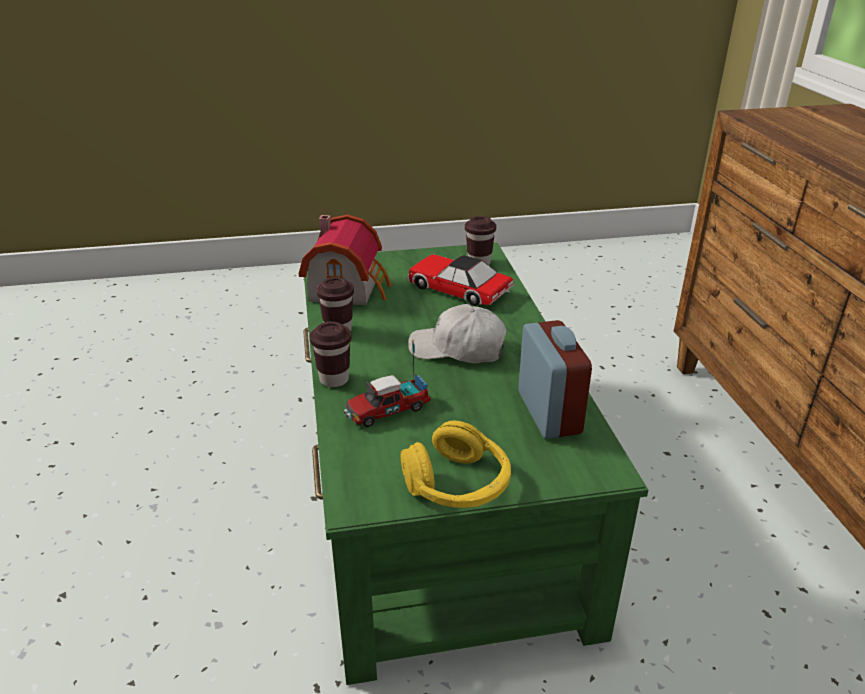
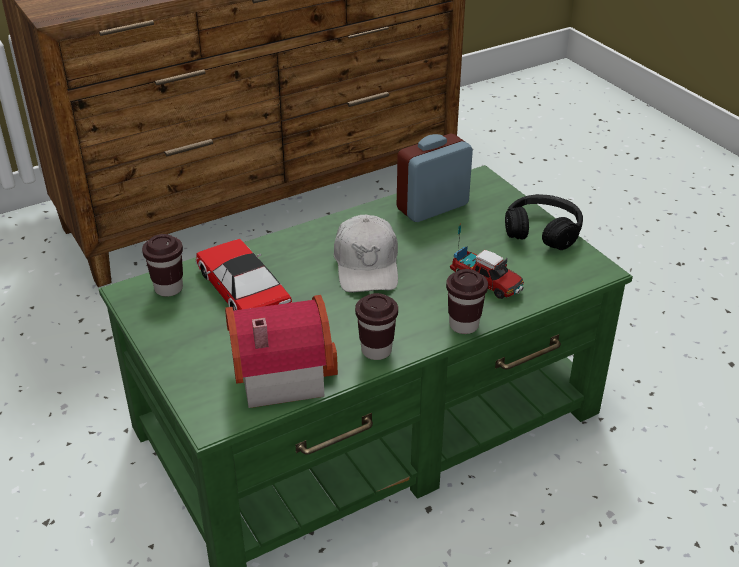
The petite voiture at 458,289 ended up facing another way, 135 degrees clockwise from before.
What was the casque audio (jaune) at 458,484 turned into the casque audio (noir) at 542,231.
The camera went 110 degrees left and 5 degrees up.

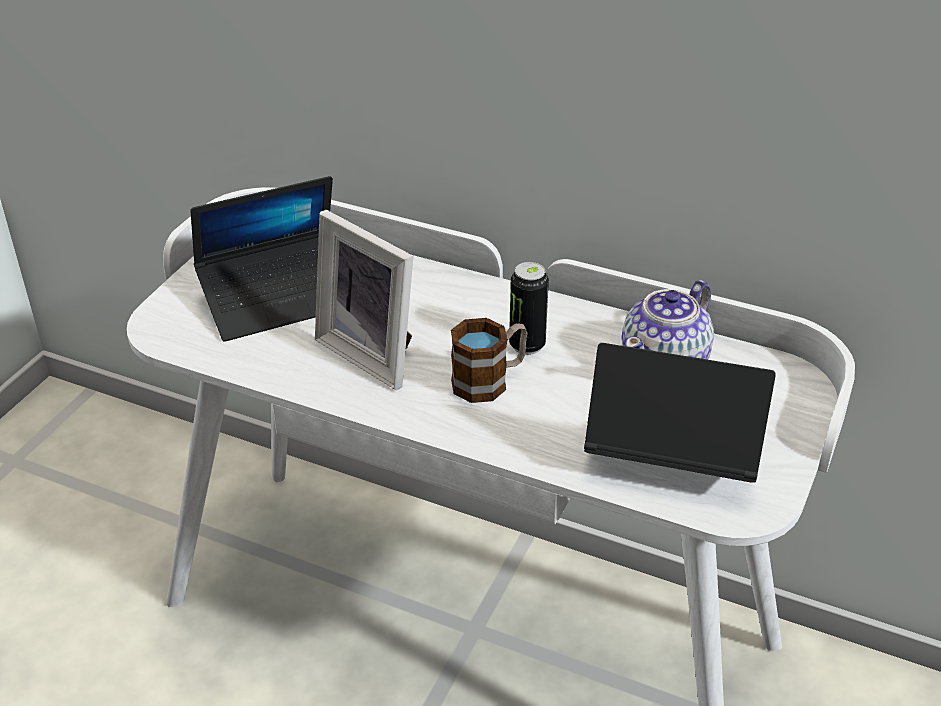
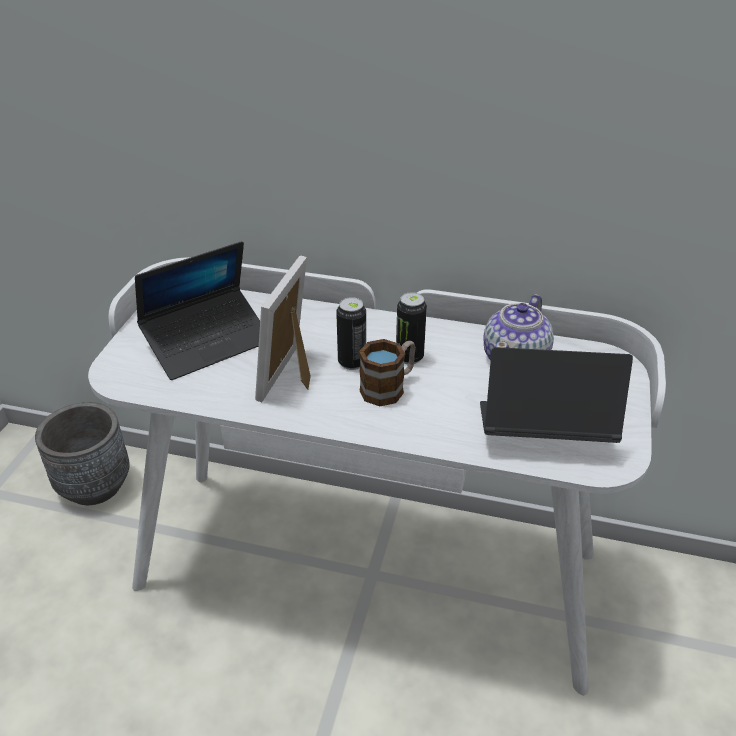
The cadre photo at 373,353 ended up facing another way, 75 degrees clockwise from before.
The second view gained the boîte métallique at 352,362.
The second view gained the cache-pot (gris) at 95,485.
The camera went 10 degrees left and 0 degrees up.

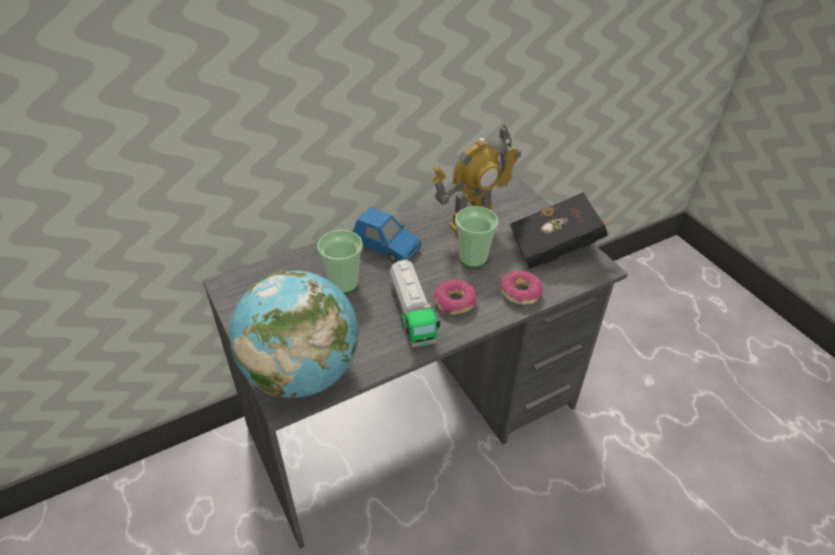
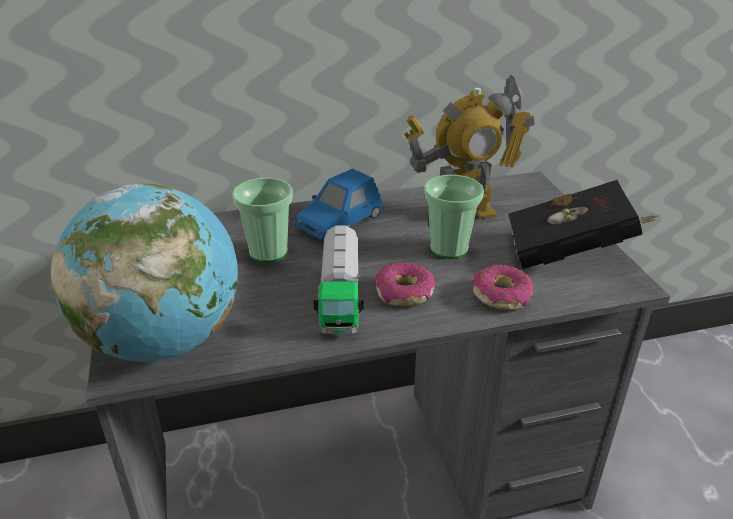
The petite voiture (bleu) at 385,246 ended up facing another way, 90 degrees clockwise from before.
The camera went 15 degrees right and 10 degrees down.

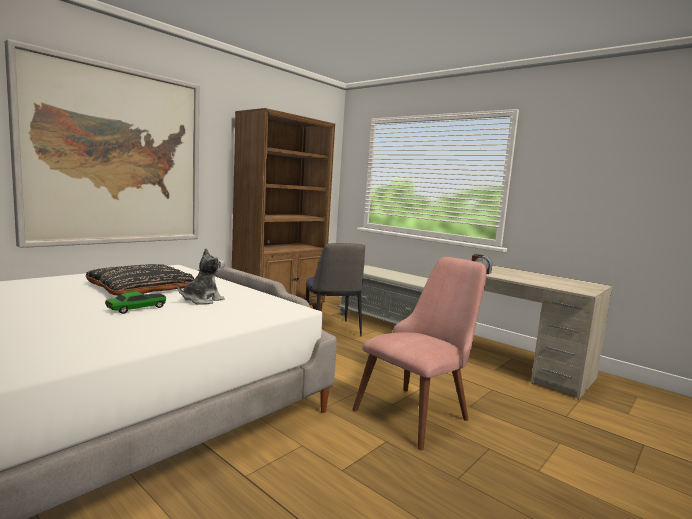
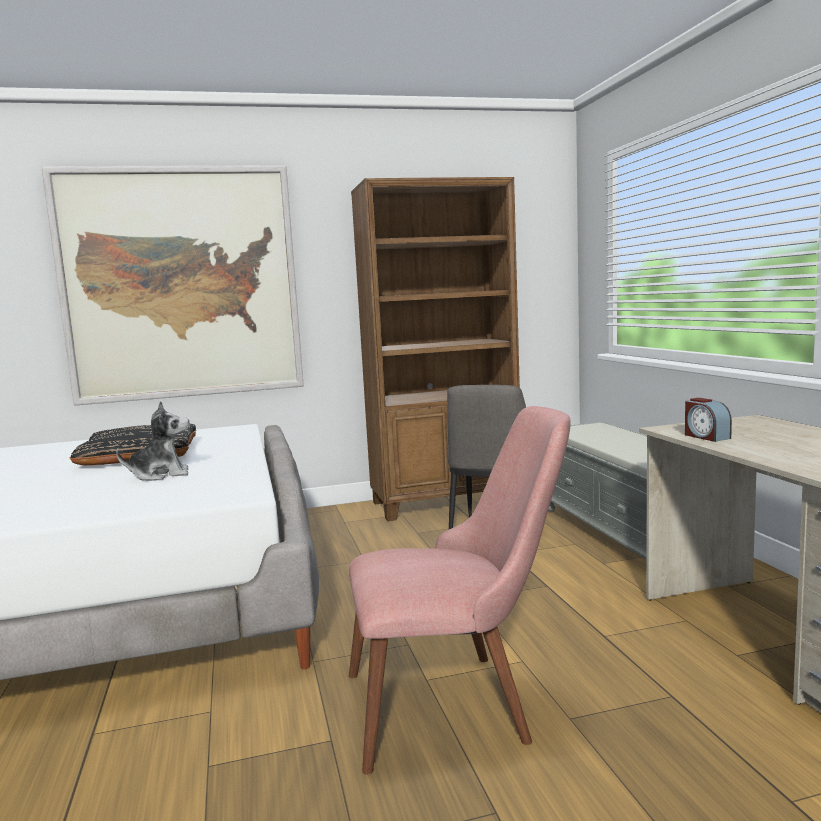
The second view lost the petite voiture at 137,308.
The camera went 35 degrees right and 0 degrees up.

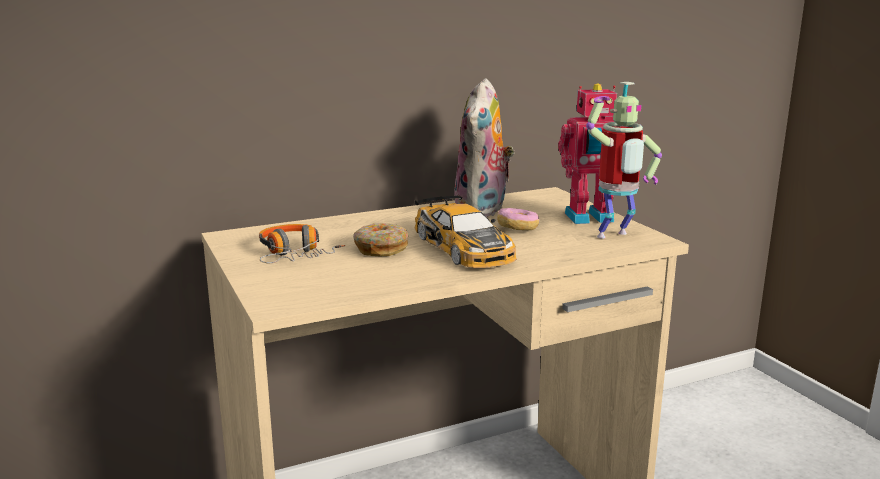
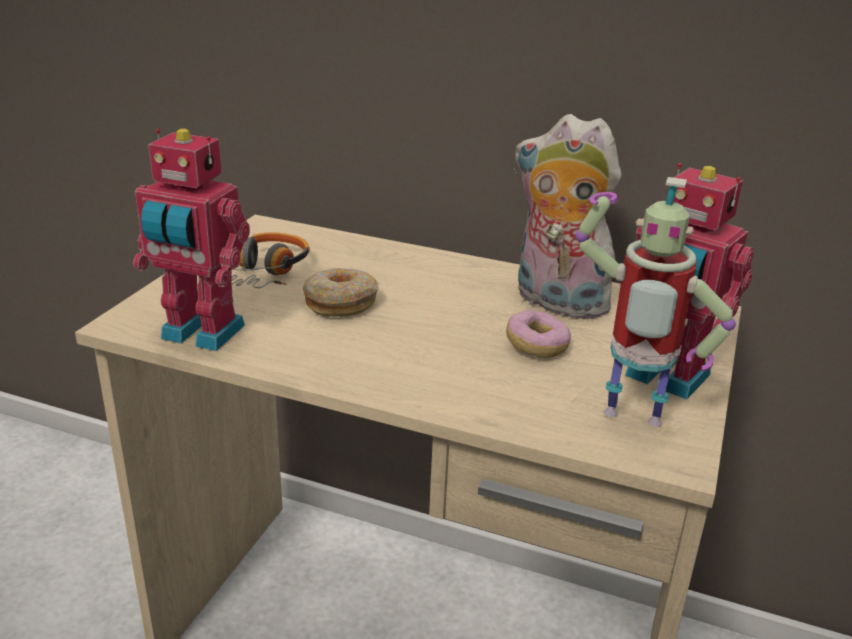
The peluche at 483,211 ended up facing another way, 60 degrees clockwise from before.
The second view lost the petite voiture at 464,247.
The second view gained the robot jouet at 200,334.
The camera went 45 degrees right and 10 degrees up.

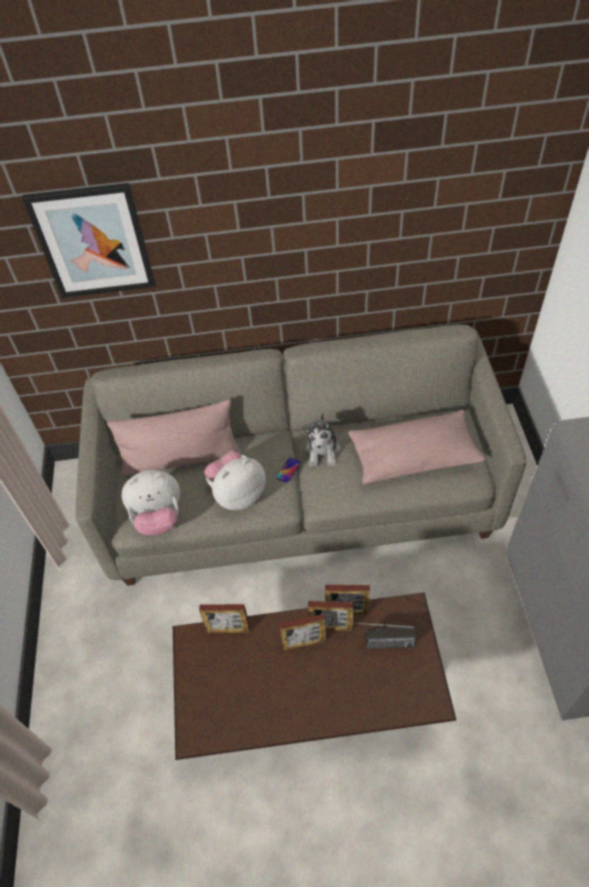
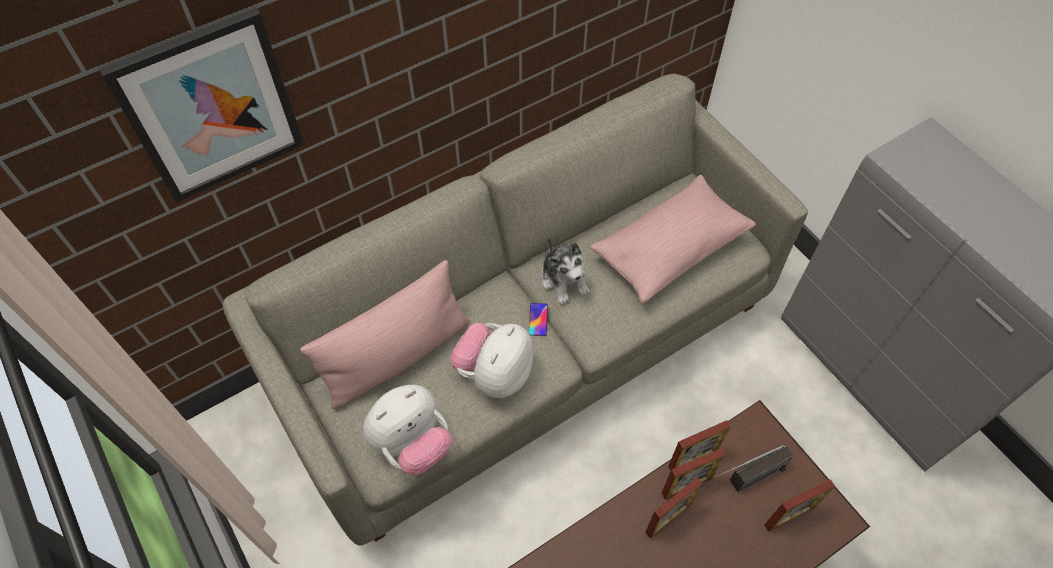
The cadre photo ended up elsewhere, having gone from 228,630 to 789,516.
The camera went 30 degrees left and 5 degrees up.

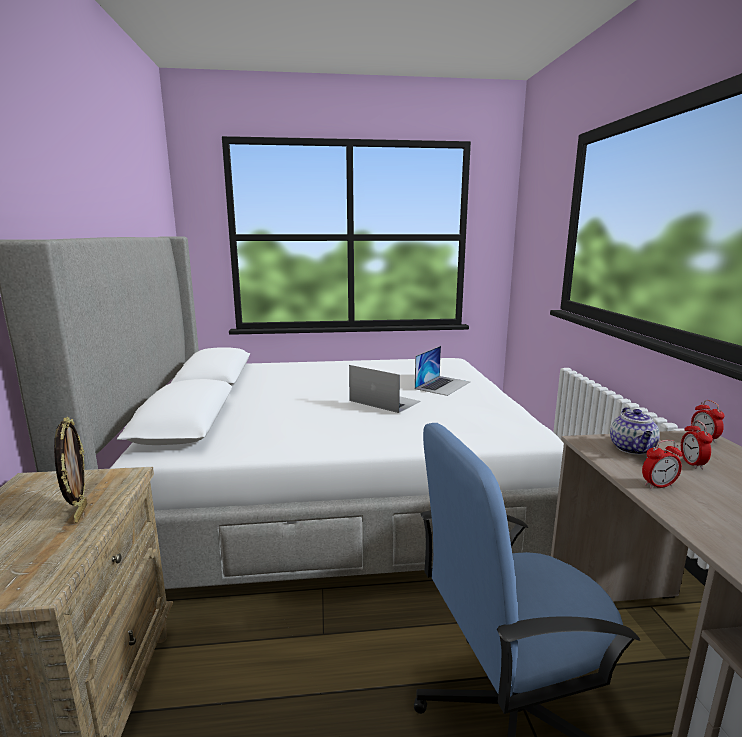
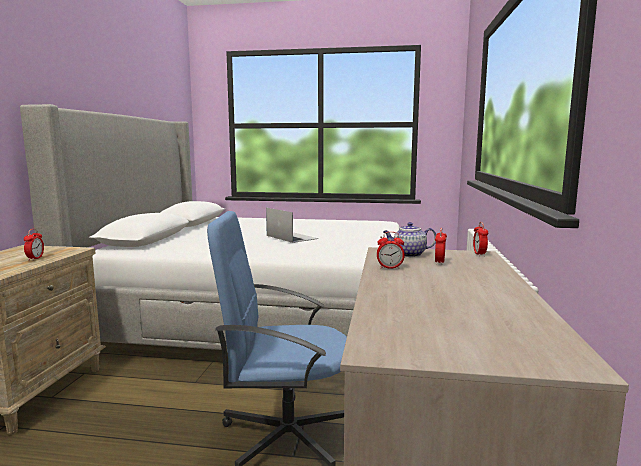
The second view lost the ordinateur portable at 442,385.
The théière at 632,449 ended up facing another way, 60 degrees clockwise from before.
Where the cadre photo stood at 79,513, the réveil came to stand at 35,258.
The camera went 15 degrees right and 5 degrees down.

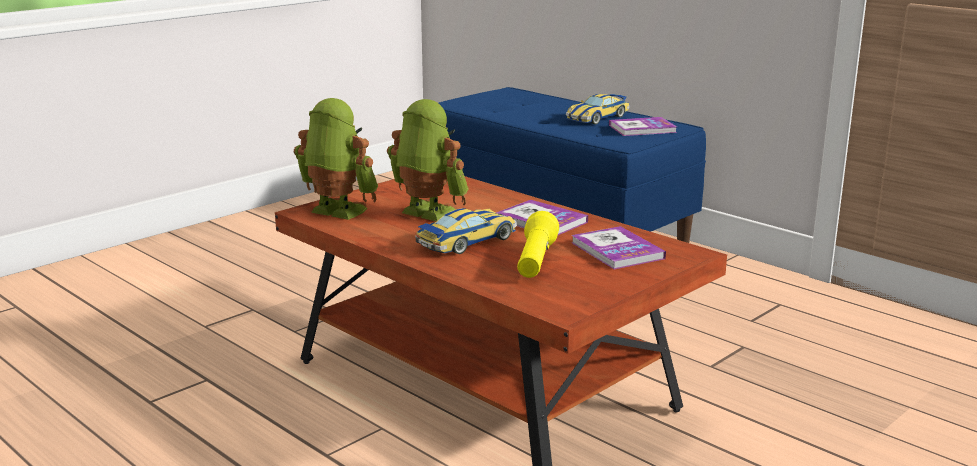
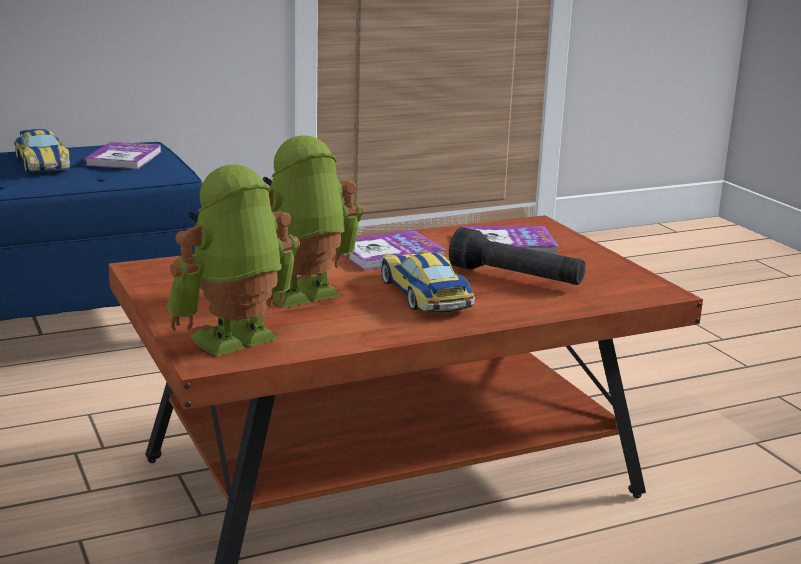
What was the lampe de poche (jaune) at 535,262 turned into the lampe de poche (noir) at 516,278.
The camera went 70 degrees left and 0 degrees up.

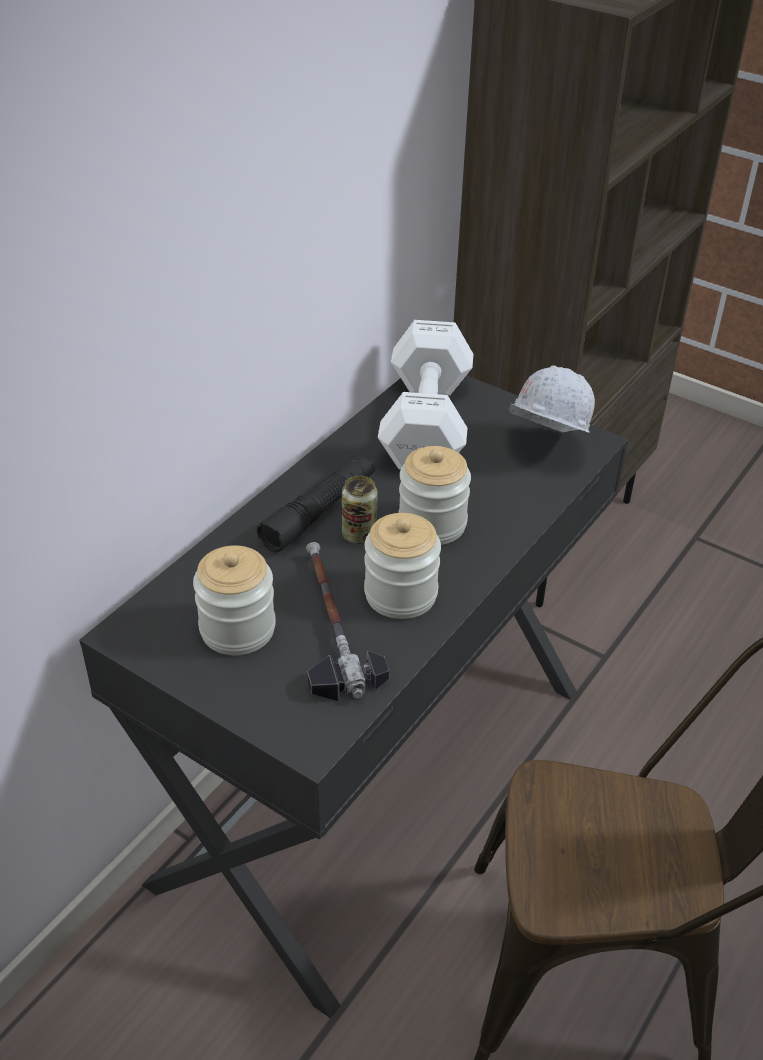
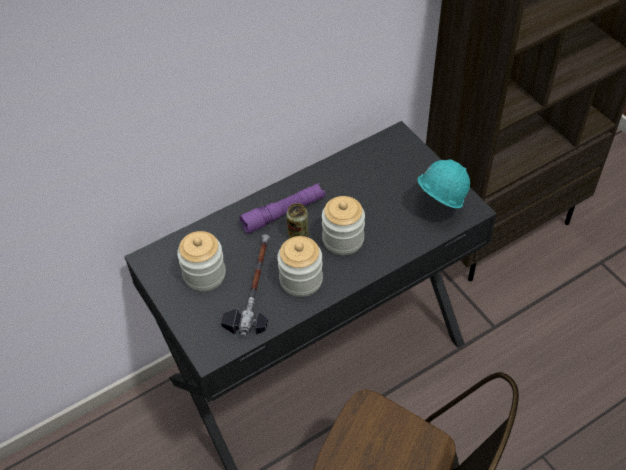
The second view lost the haltère (blanc) at 428,421.
What was the casque de chantier (blanc) at 543,448 turned into the casque de chantier (turquoise) at 438,205.
What was the lampe de poche (noir) at 319,512 turned into the lampe de poche (violet) at 283,213.
The camera went 25 degrees right and 10 degrees up.

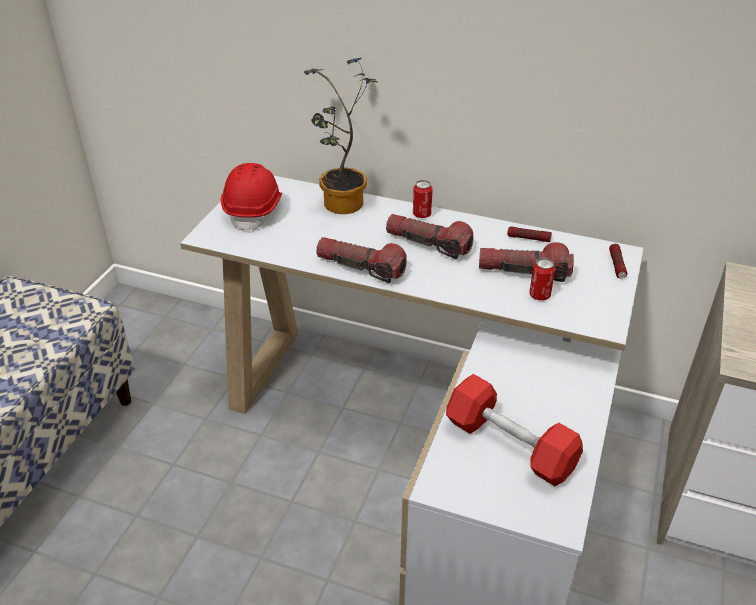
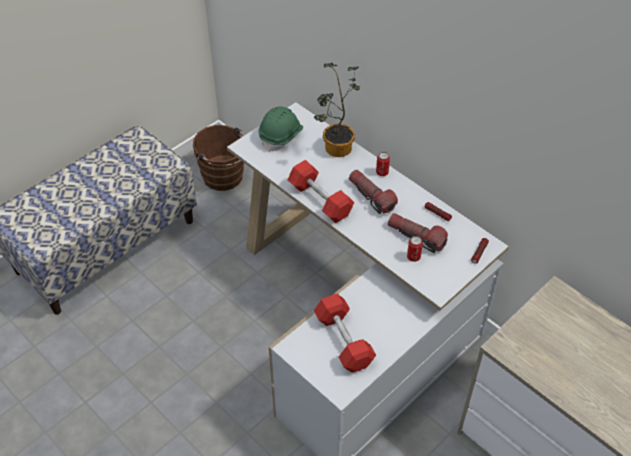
What was the casque de chantier (rouge) at 254,210 turned into the casque de chantier (vert) at 281,136.
Where the lampe de poche stood at 361,267, the haltère (rouge) came to stand at 320,200.
The second view gained the seau (marron) at 225,178.
The camera went 25 degrees right and 10 degrees up.

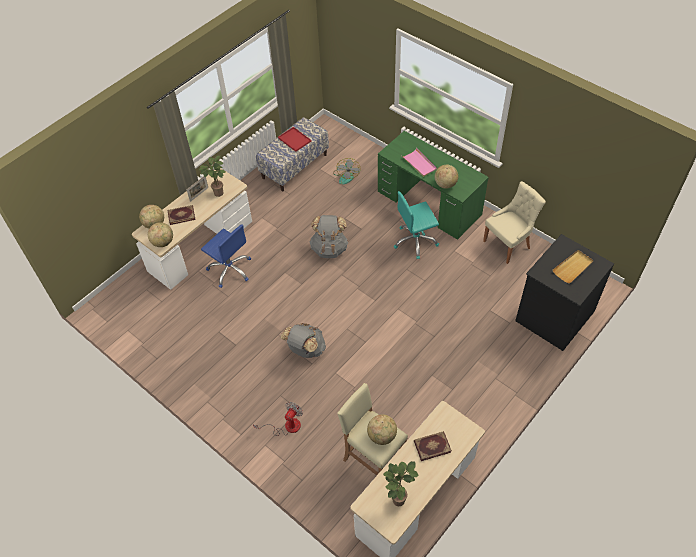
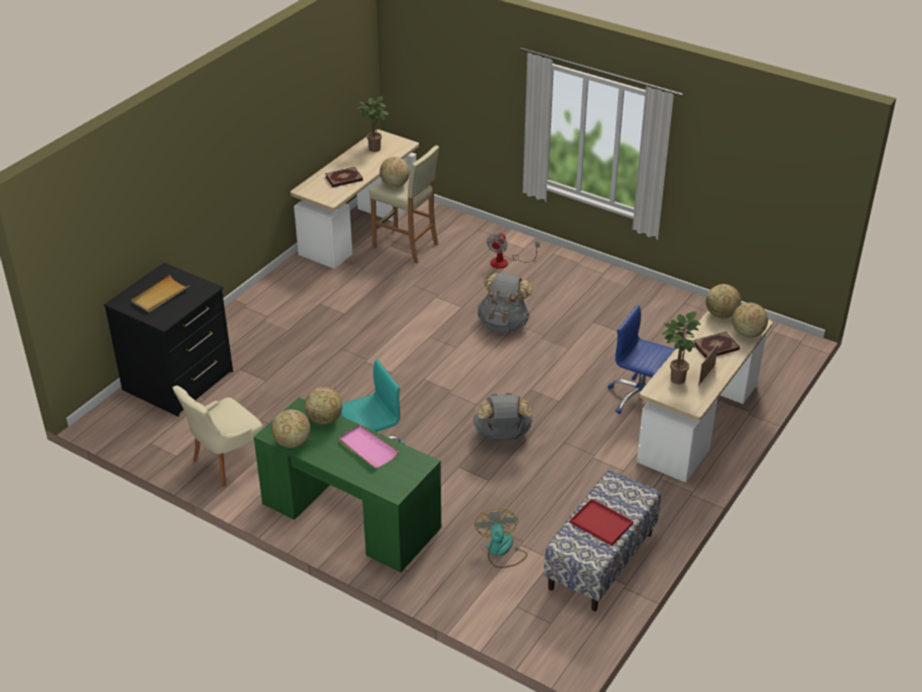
The second view gained the globe at 292,443.
The camera went 170 degrees right and 15 degrees down.

